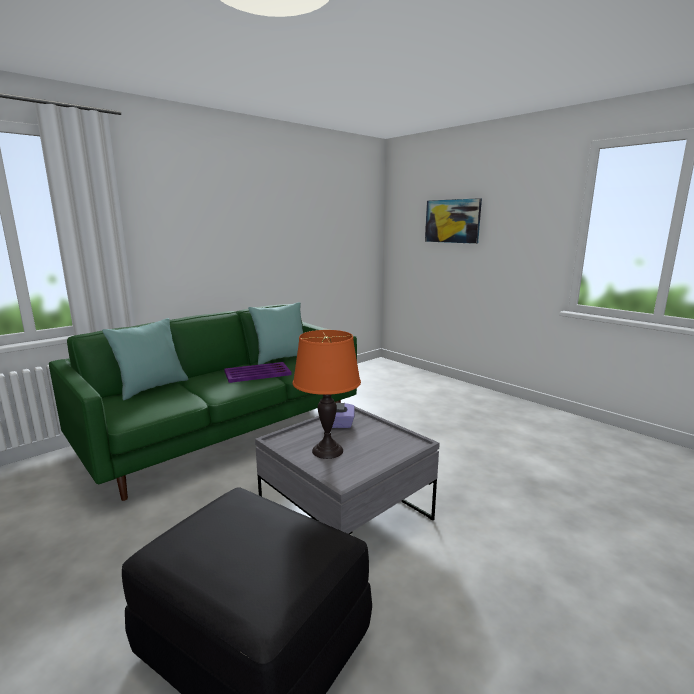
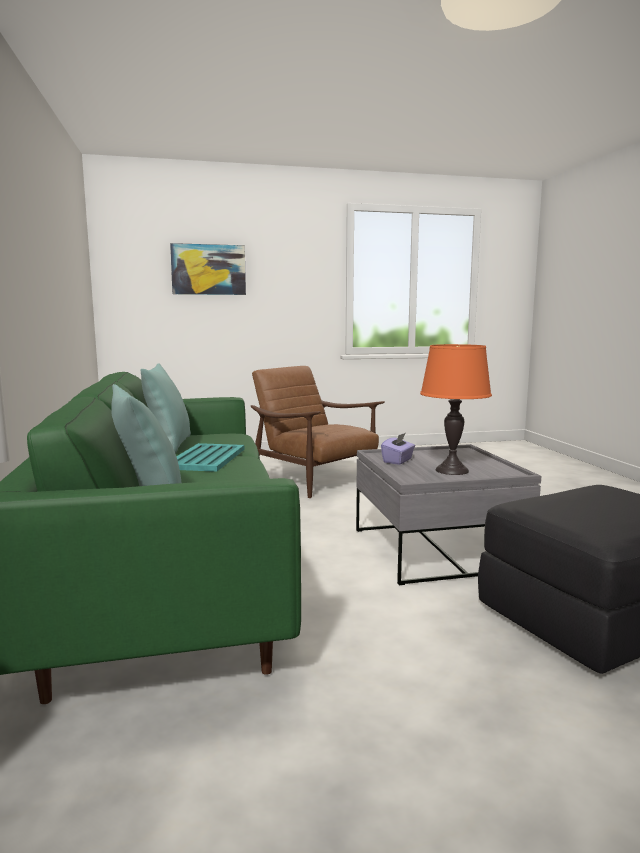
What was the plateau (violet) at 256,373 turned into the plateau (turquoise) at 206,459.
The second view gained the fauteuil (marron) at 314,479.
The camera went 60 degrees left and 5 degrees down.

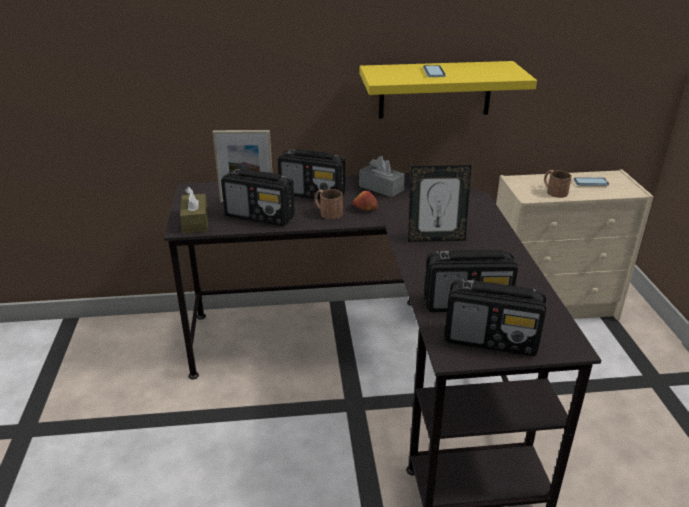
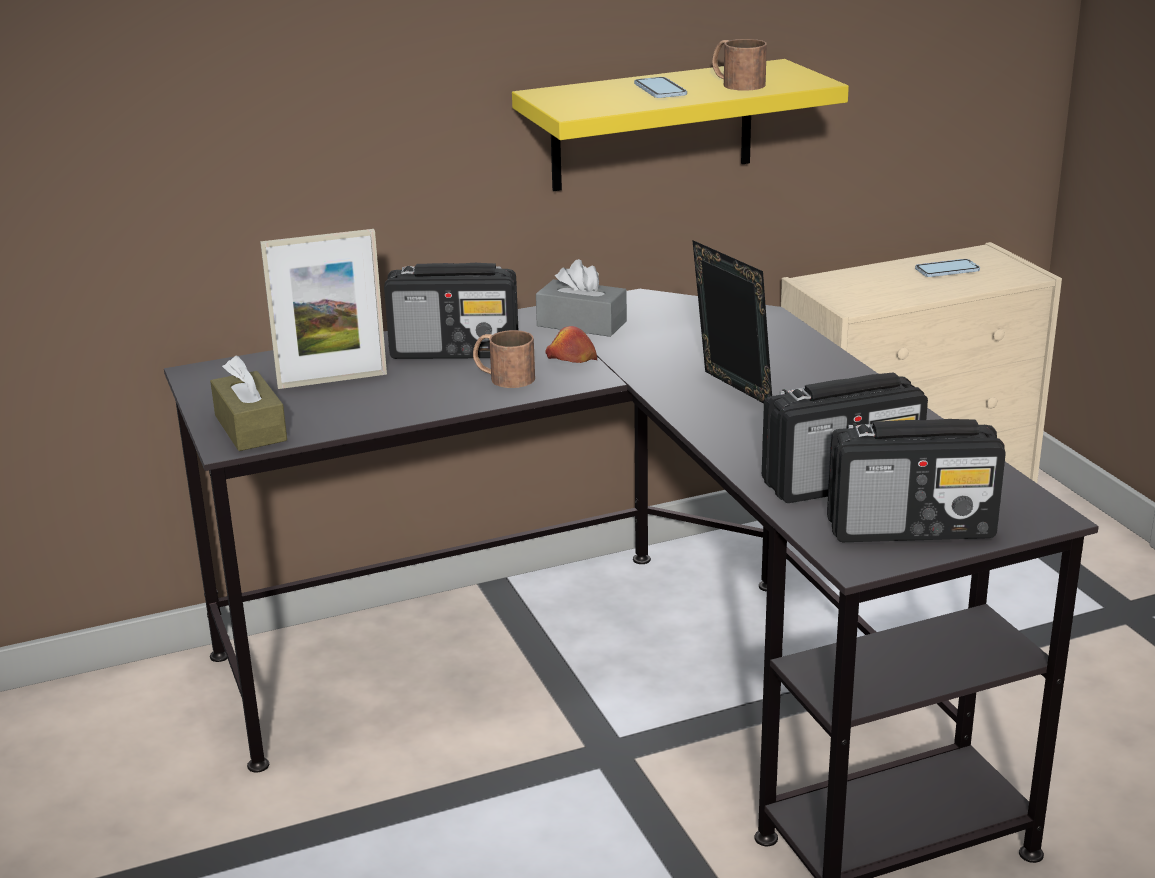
The cadre photo at 436,238 ended up facing another way, 105 degrees counterclockwise from before.
The second view lost the radio at 260,216.
The mug (marron) ended up elsewhere, having gone from 553,191 to 736,83.
The camera went 15 degrees left and 5 degrees down.

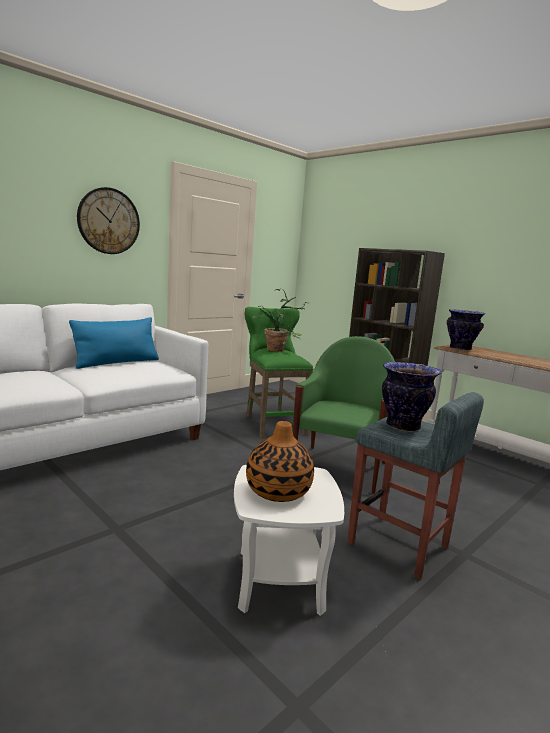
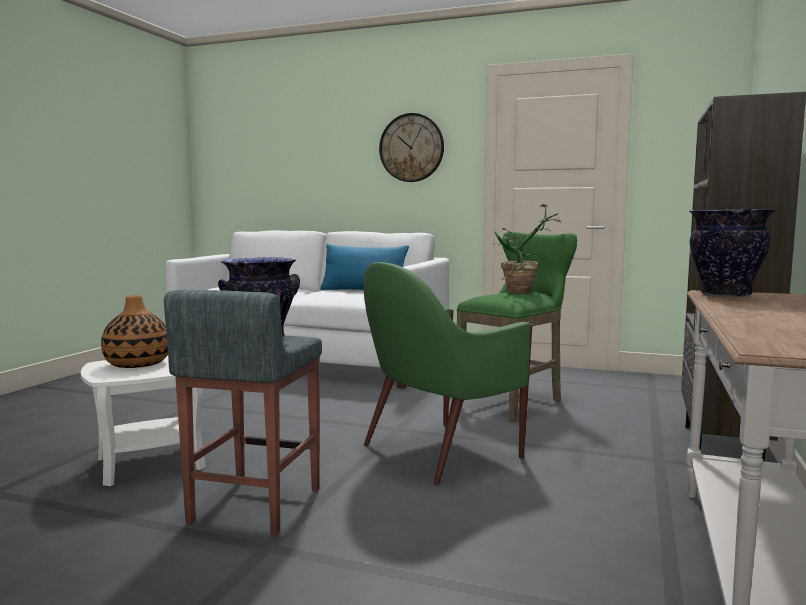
The fauteuil (vert) at 340,467 ended up facing another way, 150 degrees clockwise from before.
The camera went 65 degrees right and 5 degrees down.

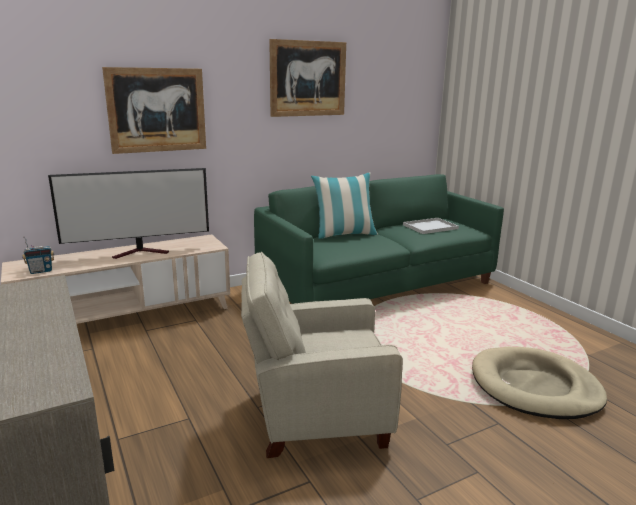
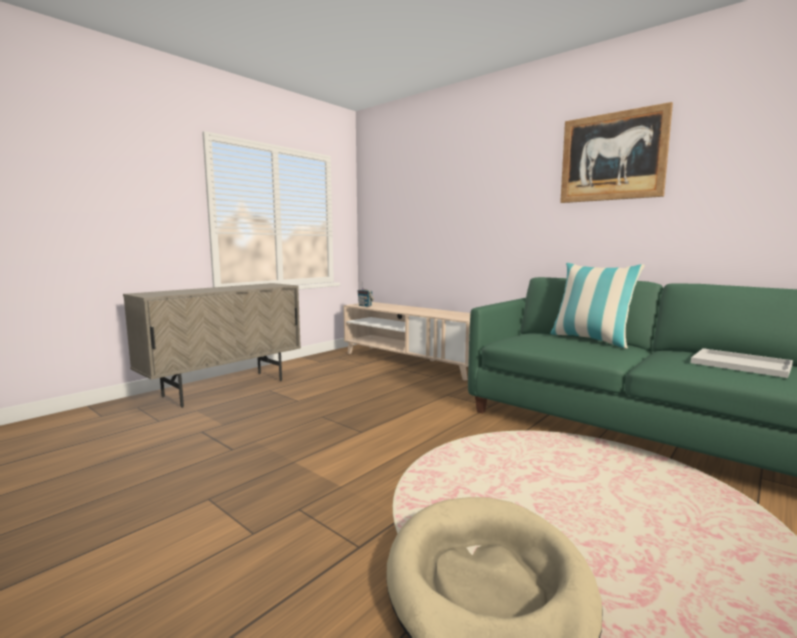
The second view lost the tableau at 157,110.
The second view lost the téléviseur at 142,252.
The second view lost the fauteuil (beige) at 314,416.
The camera went 70 degrees right and 10 degrees down.

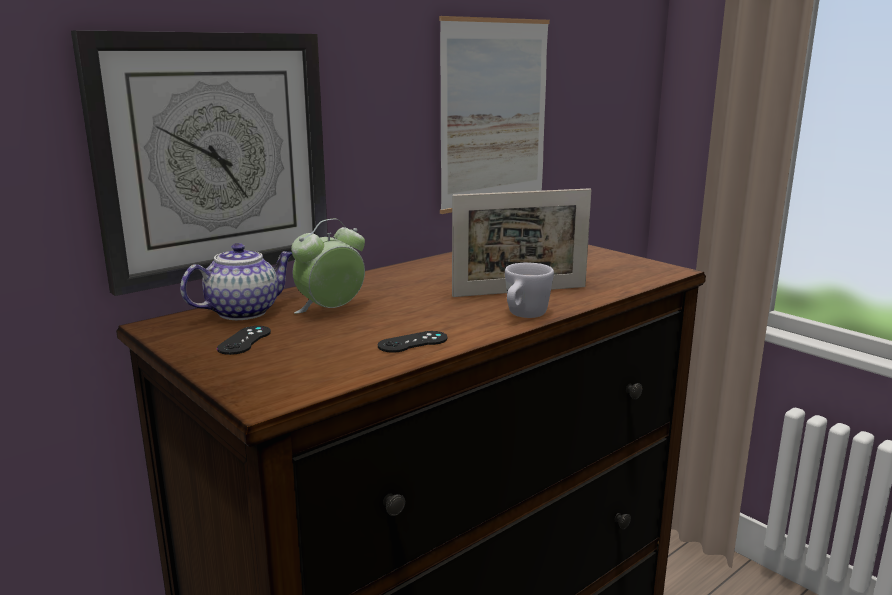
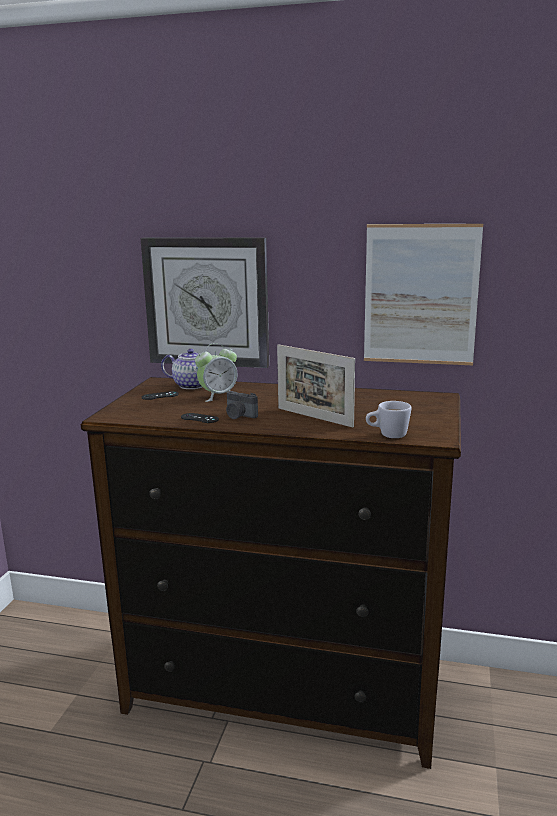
The réveil at 331,311 ended up facing another way, 135 degrees clockwise from before.
The mug (blanc) ended up elsewhere, having gone from 523,316 to 387,435.
The second view gained the appareil photo at 239,416.
The camera went 55 degrees right and 0 degrees up.

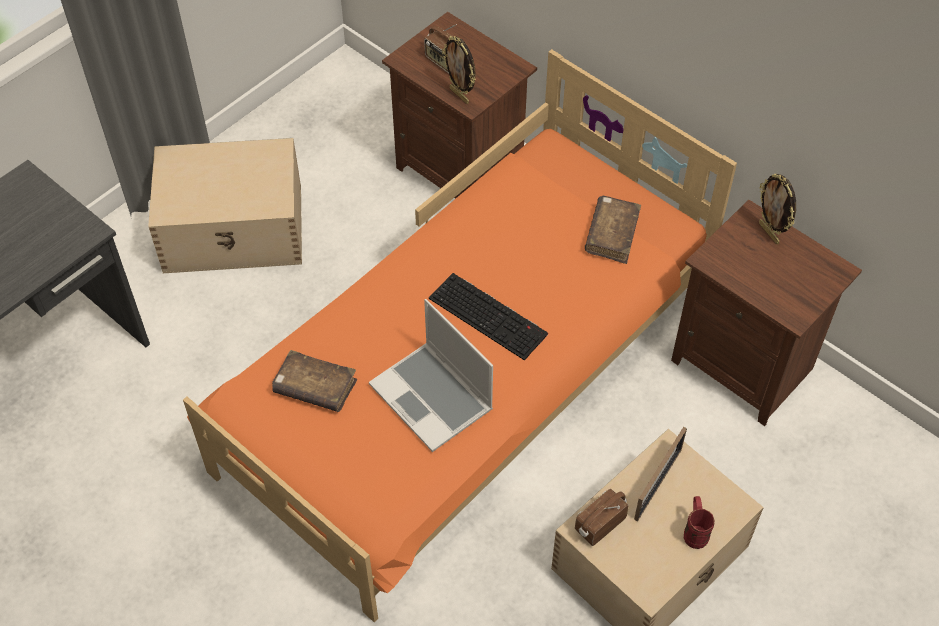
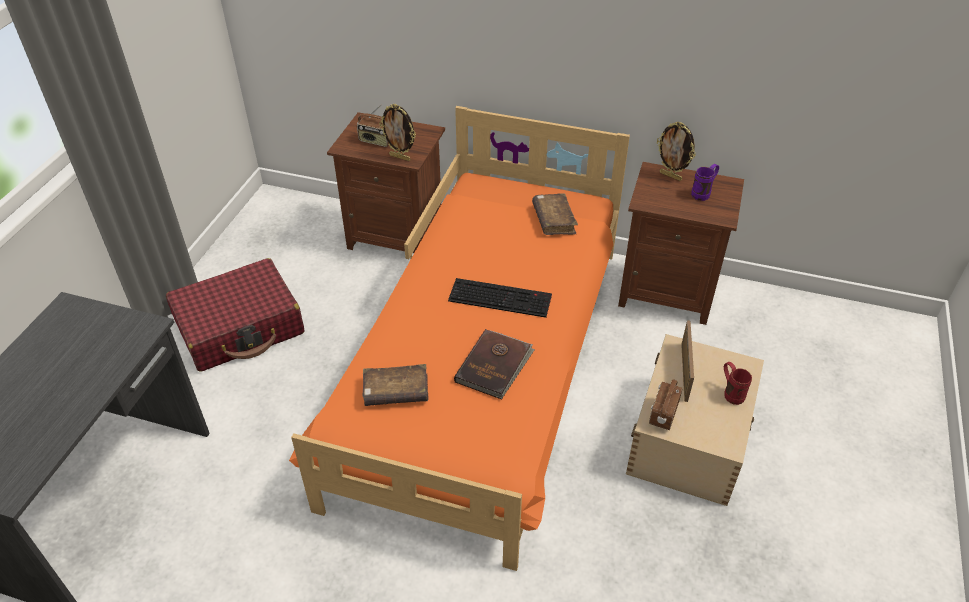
Where the boîte de rangement (beige) stood at 235,229, the valise (rouge) came to stand at 240,327.
Where the ordinateur portable stood at 433,398, the livre (marron) came to stand at 494,366.
The second view gained the mug (violet) at 703,193.
The camera went 25 degrees left and 10 degrees down.

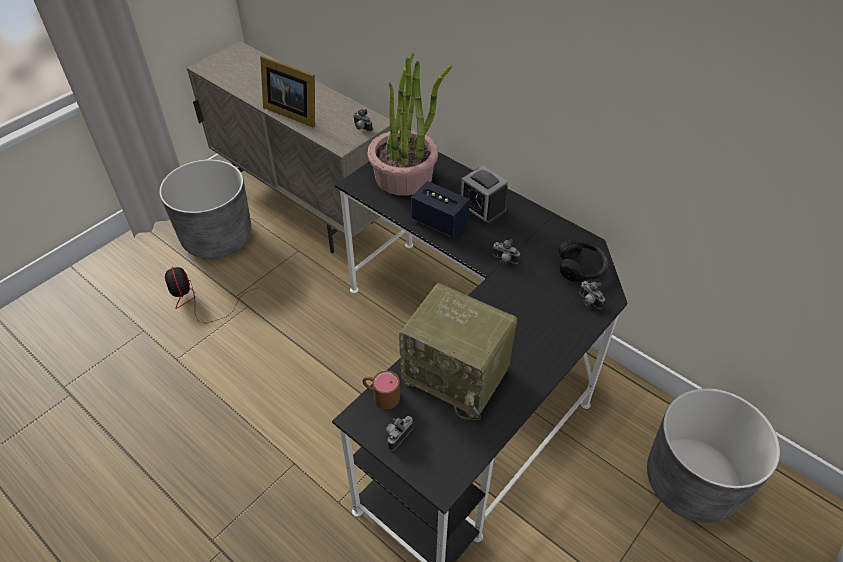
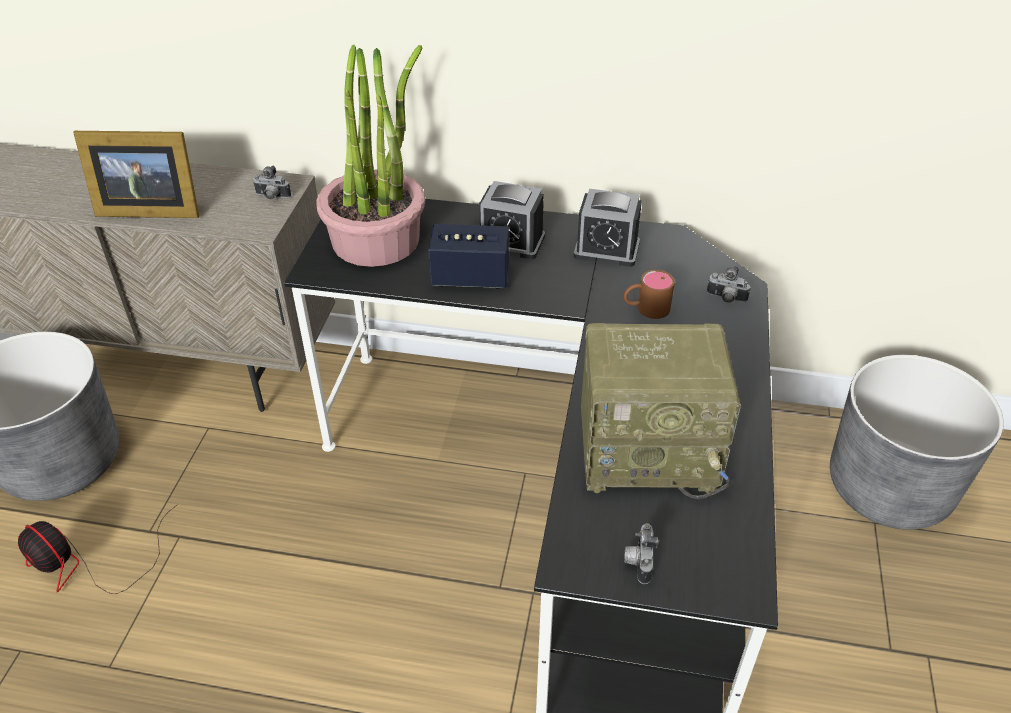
The second view lost the appareil photo at 504,260.
The second view lost the casque audio (noir) at 581,267.
The mug (marron) ended up elsewhere, having gone from 381,395 to 645,308.
The second view gained the réveil at 606,249.
The camera went 30 degrees left and 5 degrees down.

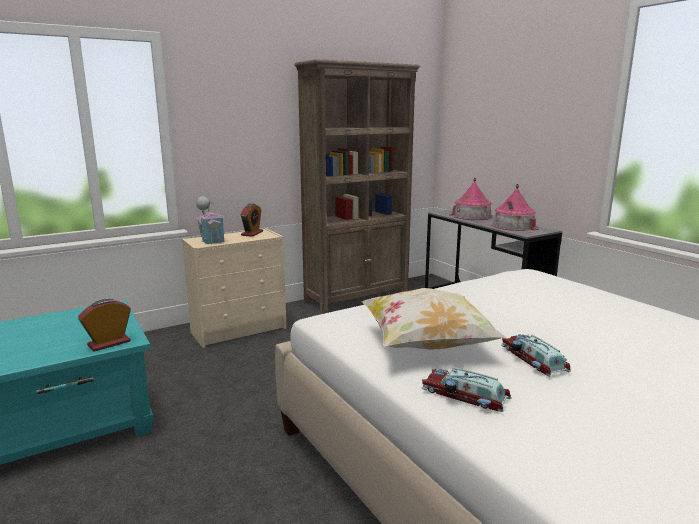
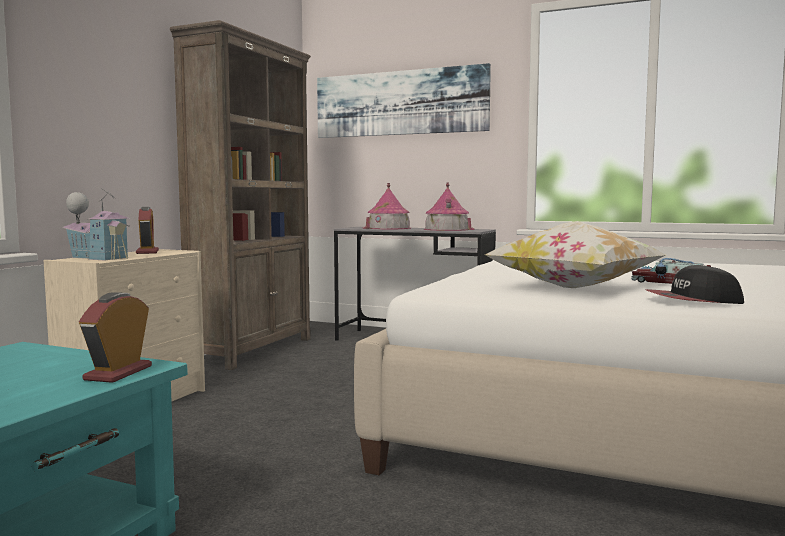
Where the petite voiture stood at 465,396, the casquette came to stand at 693,301.
The second view gained the tableau at 399,103.
The camera went 35 degrees left and 10 degrees down.

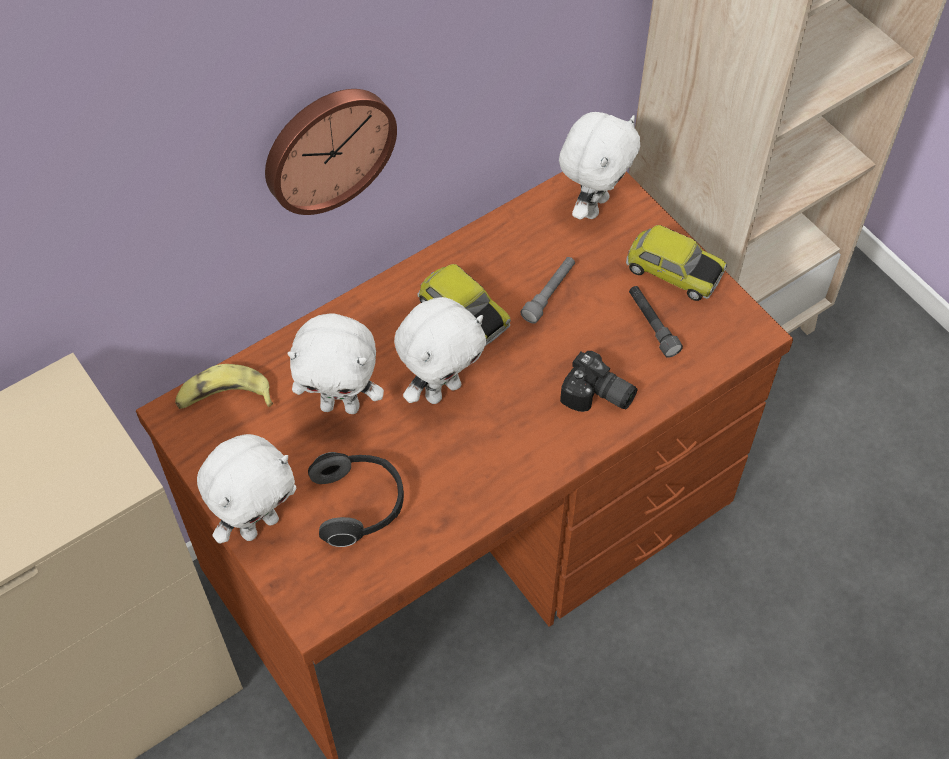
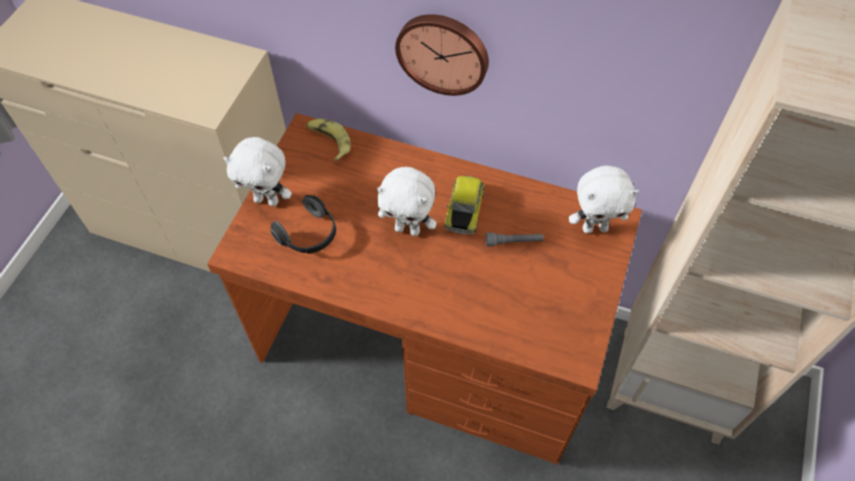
The second view lost the petite voiture at 673,272.
The second view lost the lampe de poche (gris) at 652,325.
The second view lost the peluche (blanc) at 341,405.
The second view lost the appareil photo at 597,397.
The camera went 55 degrees right and 0 degrees up.

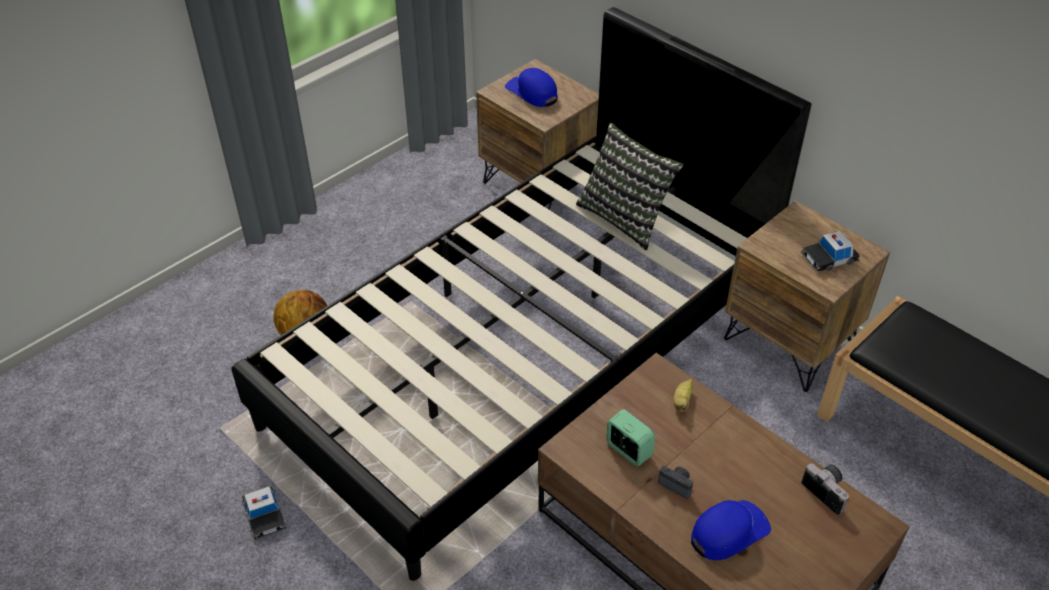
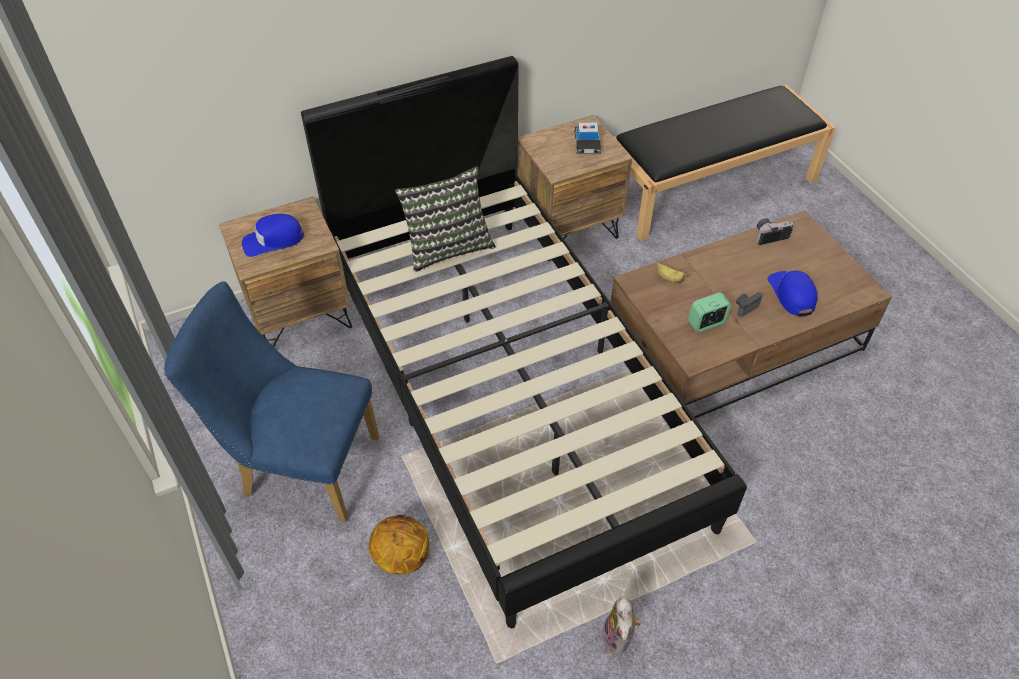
Where the petite voiture stood at 265,515, the peluche came to stand at 619,638.
The second view gained the chaise (bleu) at 301,465.
The camera went 70 degrees left and 5 degrees up.

